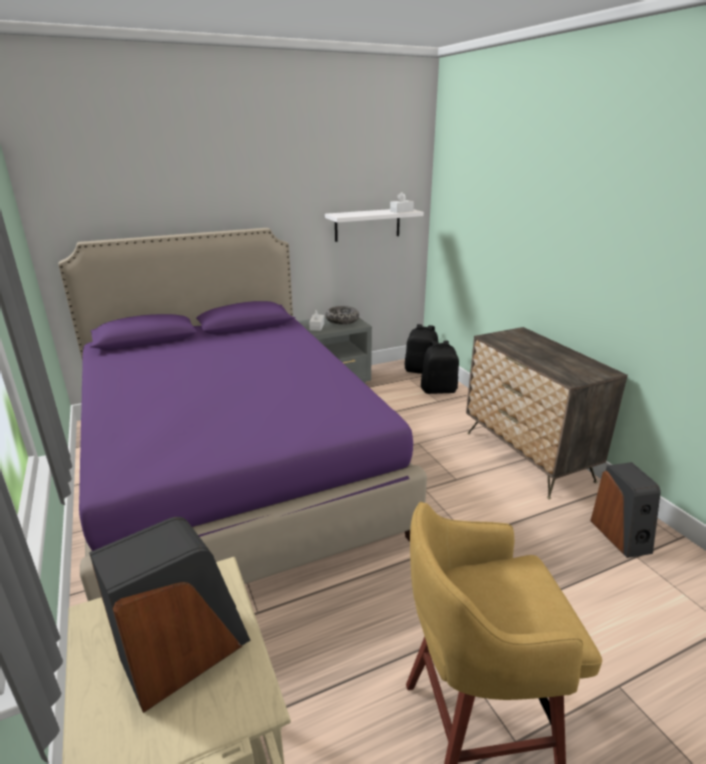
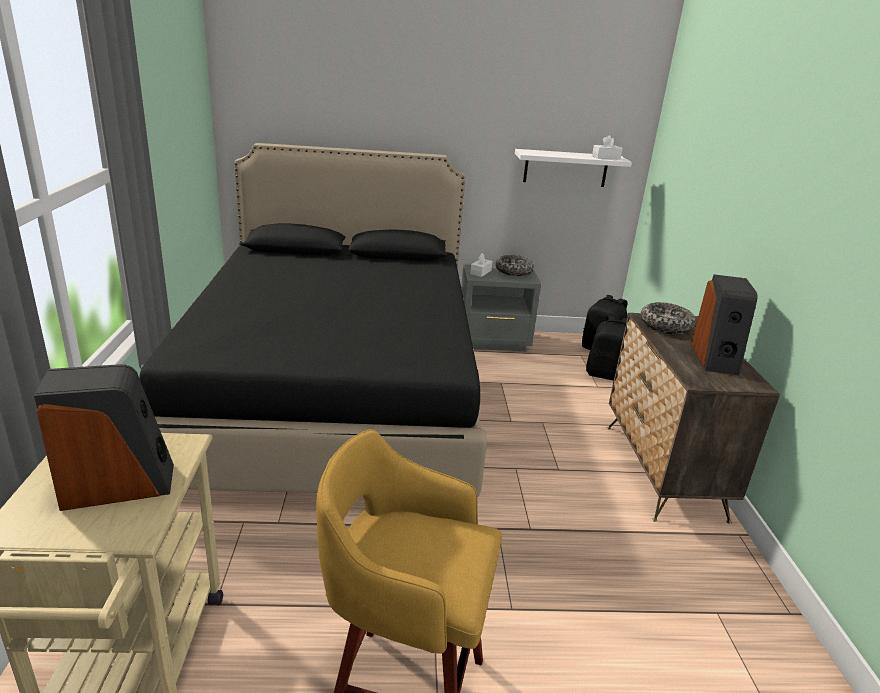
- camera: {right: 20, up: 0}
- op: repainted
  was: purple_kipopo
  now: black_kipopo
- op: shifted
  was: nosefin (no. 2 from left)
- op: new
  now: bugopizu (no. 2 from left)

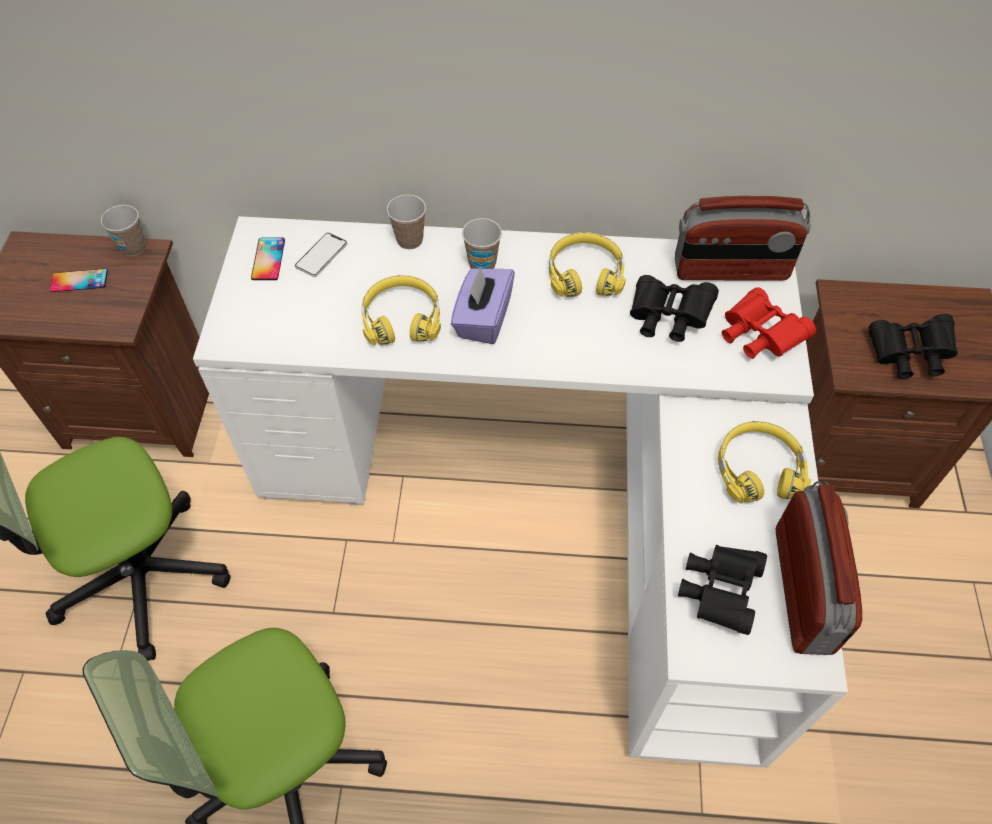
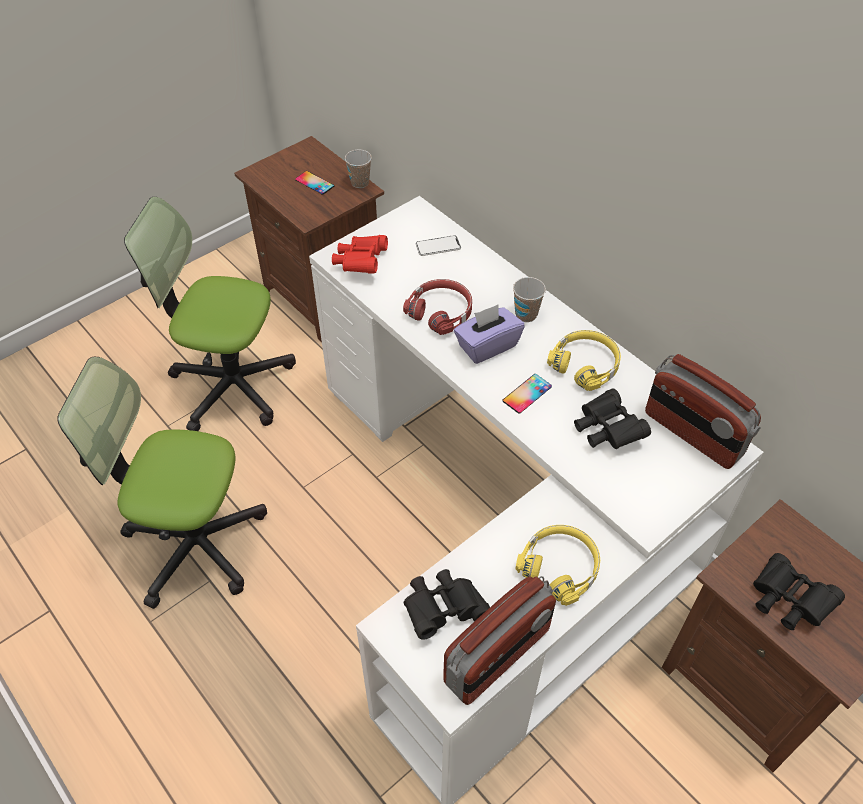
- camera: {right: 45, up: -5}
- op: shifted
  was: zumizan (no. 2 from left in the first image)
  now: zumizan (no. 3 from left)
- op: repainted
  was: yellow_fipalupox (no. 1 from left)
  now: red_fipalupox
- op: gone
  was: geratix (no. 2 from left)
- op: shifted
  was: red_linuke

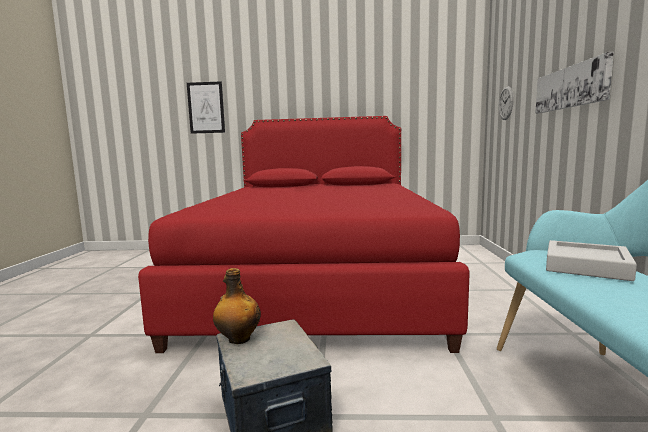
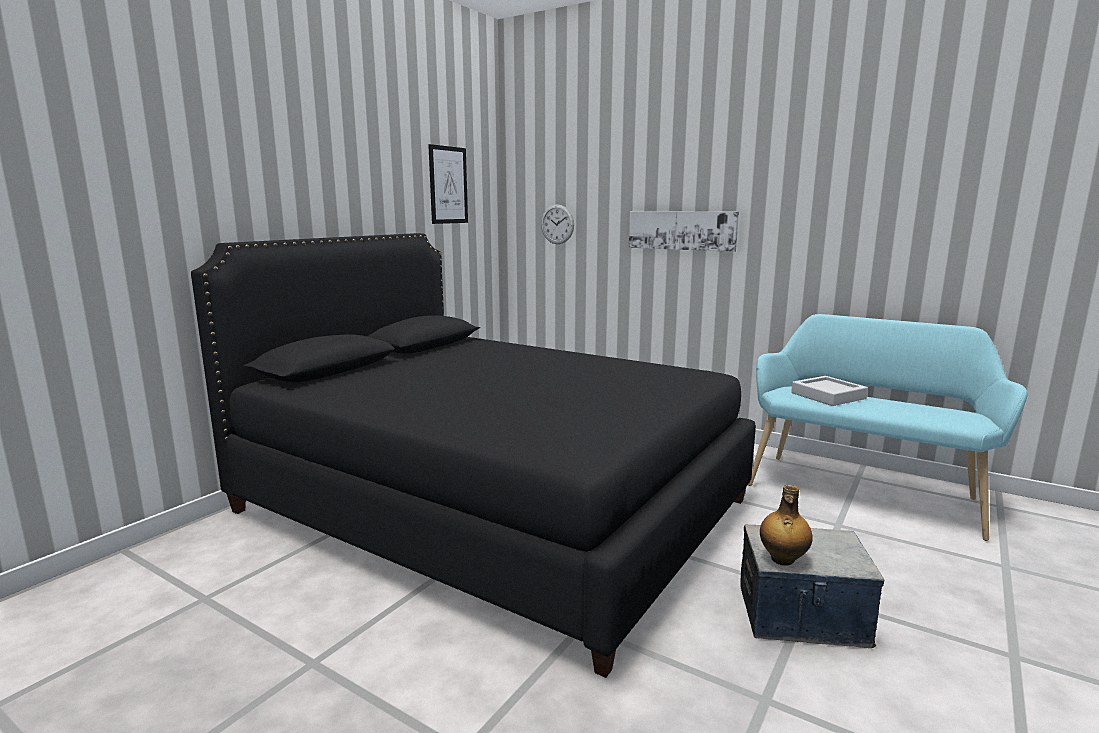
- camera: {right: -60, up: 5}
- op: repainted
  was: red_kipopo
  now: black_kipopo
- op: shifted
  was: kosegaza (no. 1 from left)

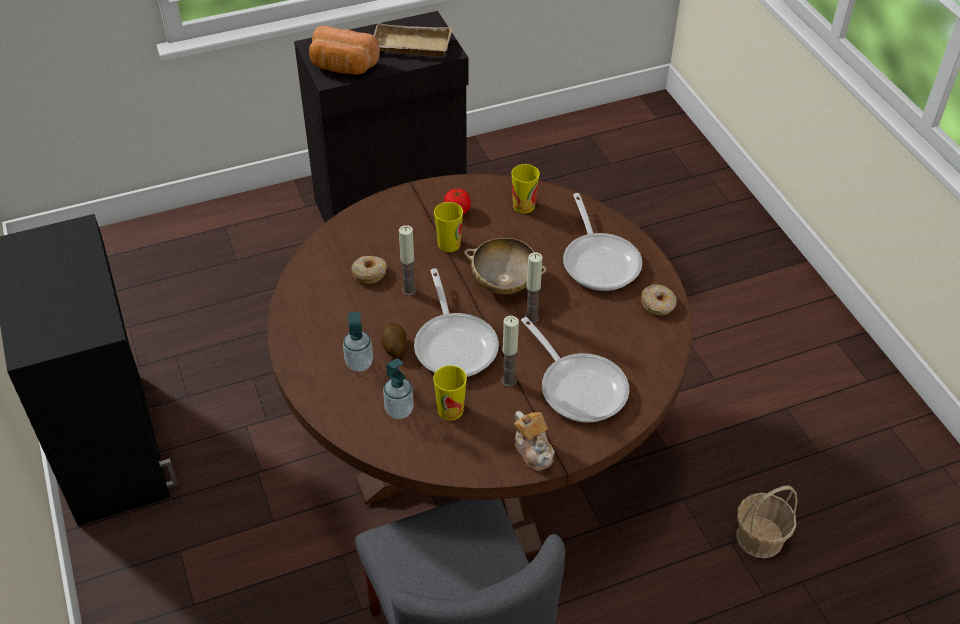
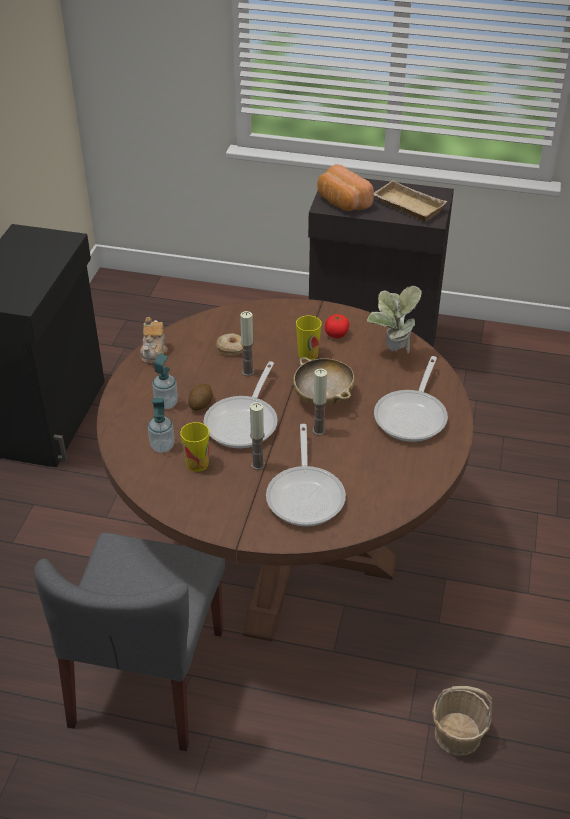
- camera: {right: 35, up: -5}
- op: swapped
  was: geratix (no. 3 from left)
  now: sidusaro
- op: shifted
  was: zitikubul
- op: gone
  was: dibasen (no. 2 from left)

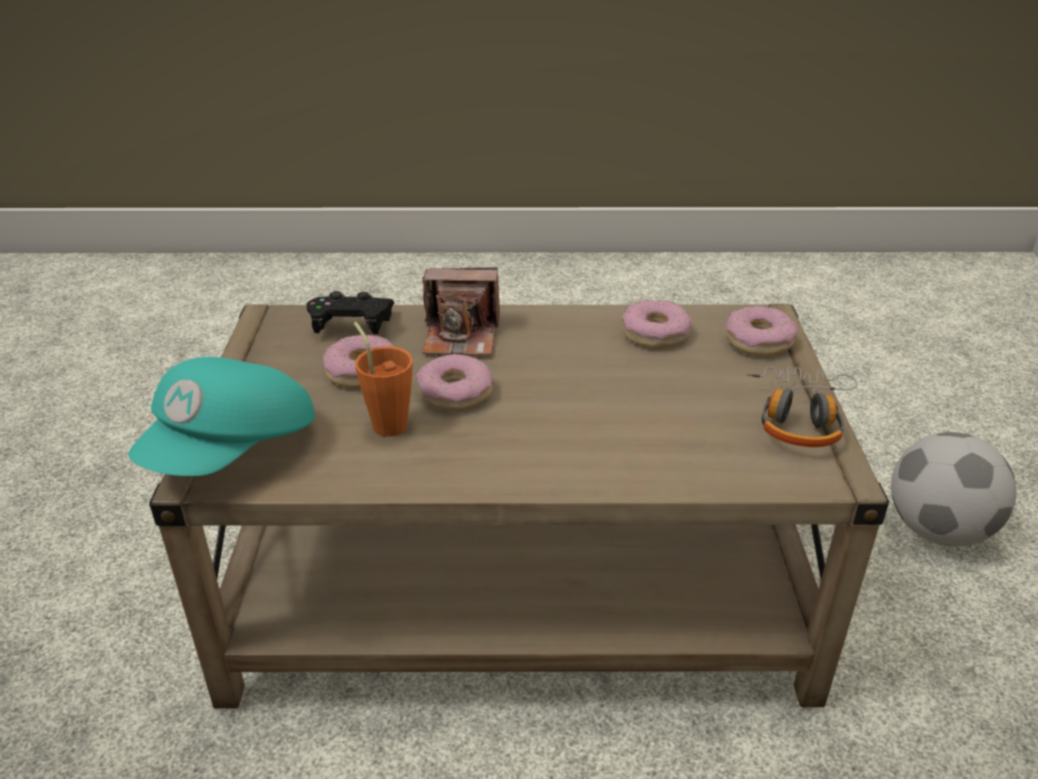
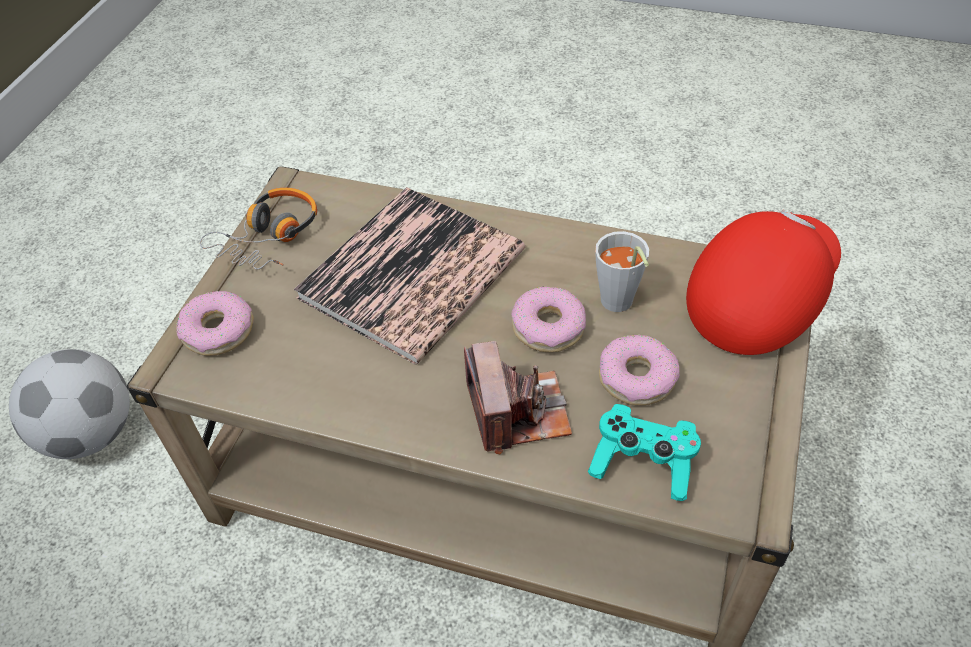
- camera: {right: -160, up: 15}
- op: repainted
  was: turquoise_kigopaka
  now: red_kigopaka
- op: repainted
  was: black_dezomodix
  now: turquoise_dezomodix
- op: repainted
  was: orange_geratix
  now: grey_geratix
- op: rotated
  was: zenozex
  clockwise: 60
- op: gone
  was: dibasen (no. 3 from left)
- op: new
  now: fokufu

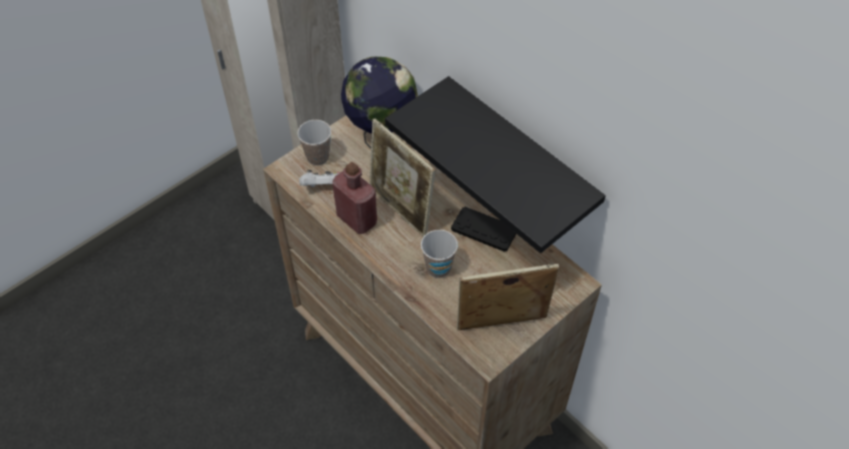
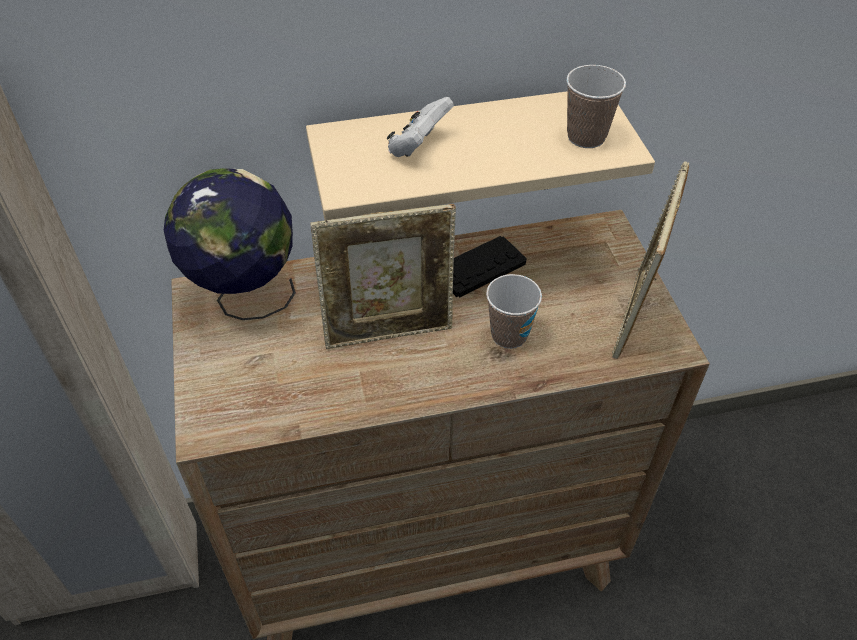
- camera: {right: -60, up: -5}
- op: shifted
  was: geratix (no. 1 from left in the first image)
  now: geratix (no. 2 from left)
- op: shifted
  was: white_dezomodix
- op: gone
  was: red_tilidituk
- op: repainted
  was: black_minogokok
  now: beige_minogokok

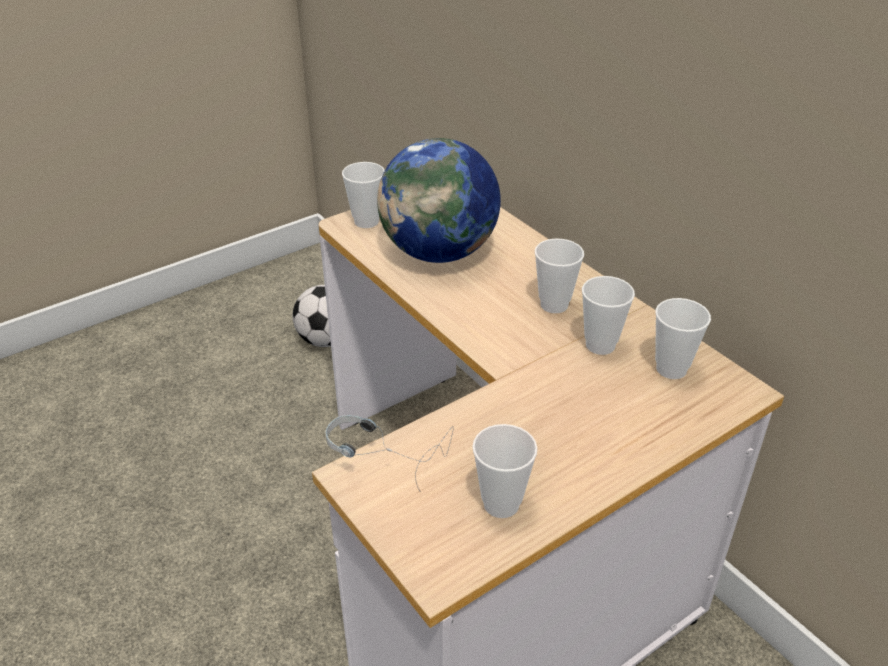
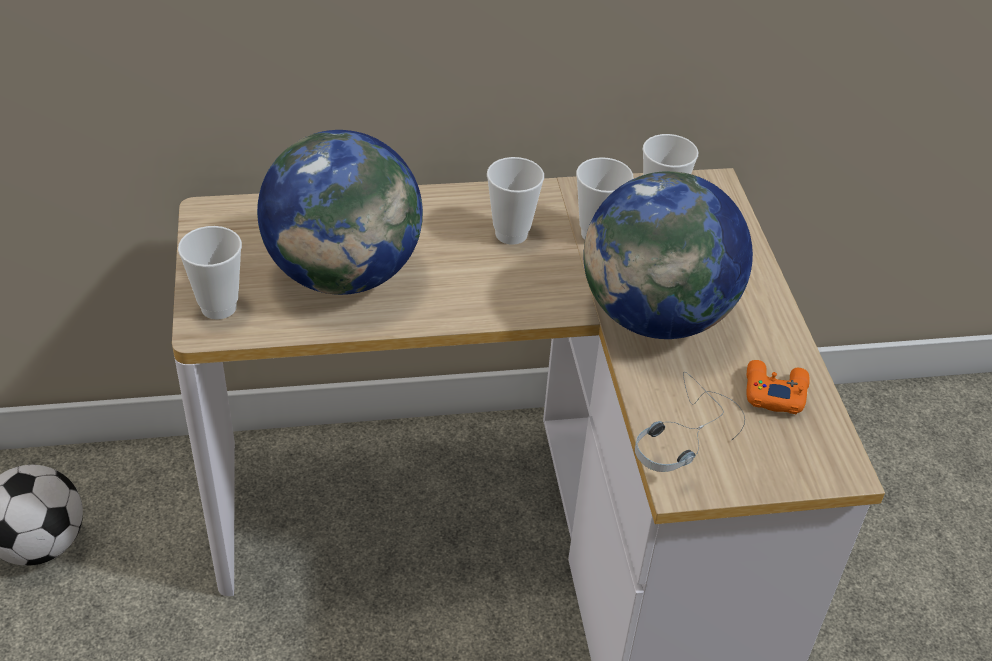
- camera: {right: -65, up: 5}
- op: swapped
  was: geratix (no. 2 from left)
  now: orange_dezomodix
- op: new
  now: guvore (no. 2 from left)

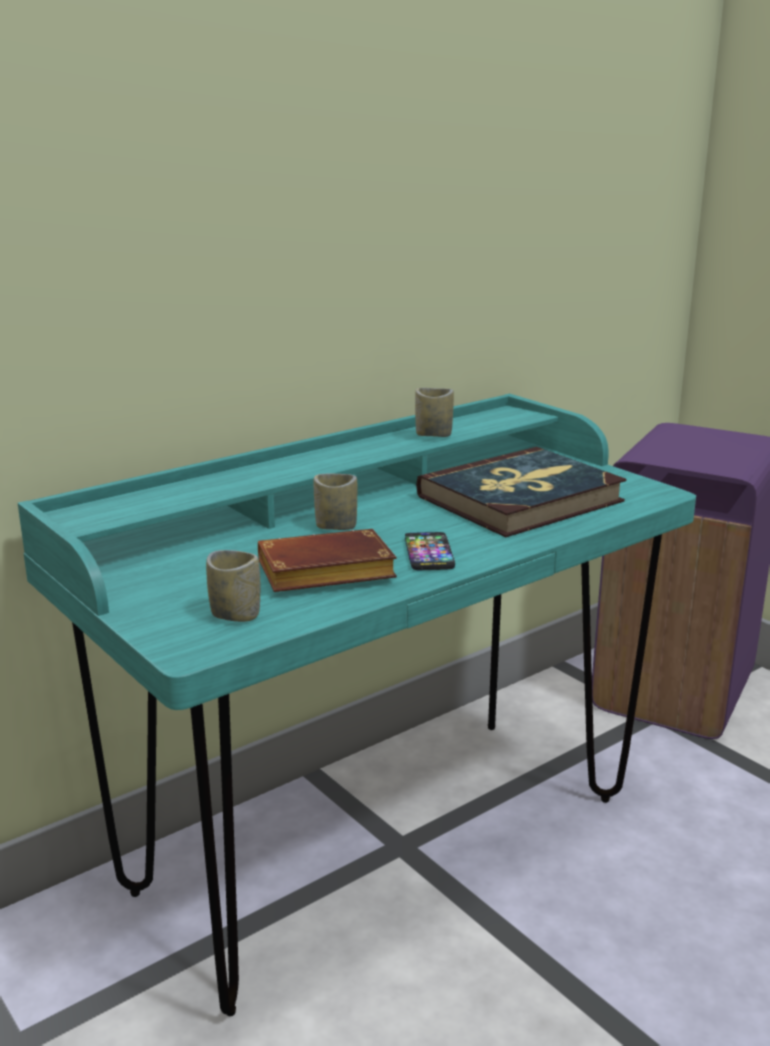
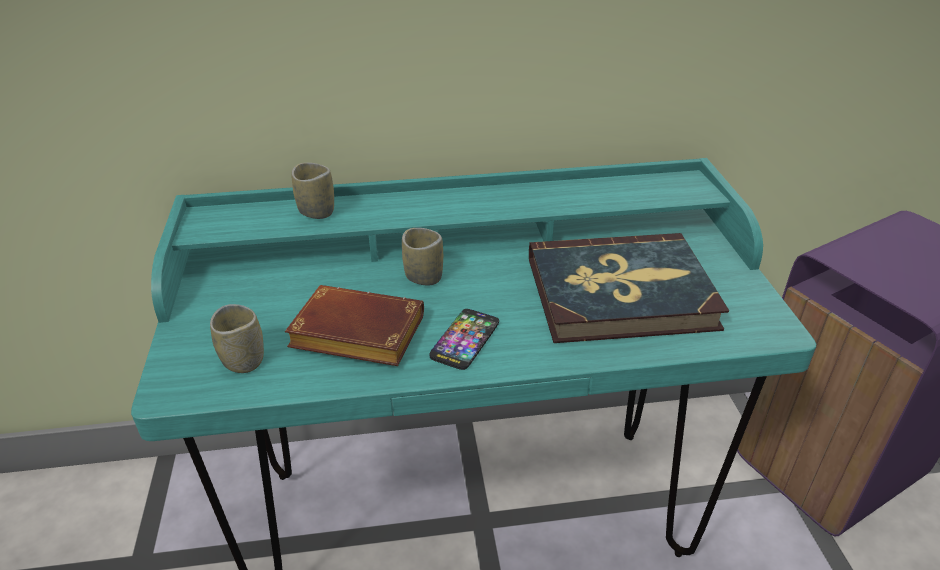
- camera: {right: 30, up: 15}
- op: shifted
  was: geratix (no. 3 from left in the first image)
  now: geratix (no. 2 from left)

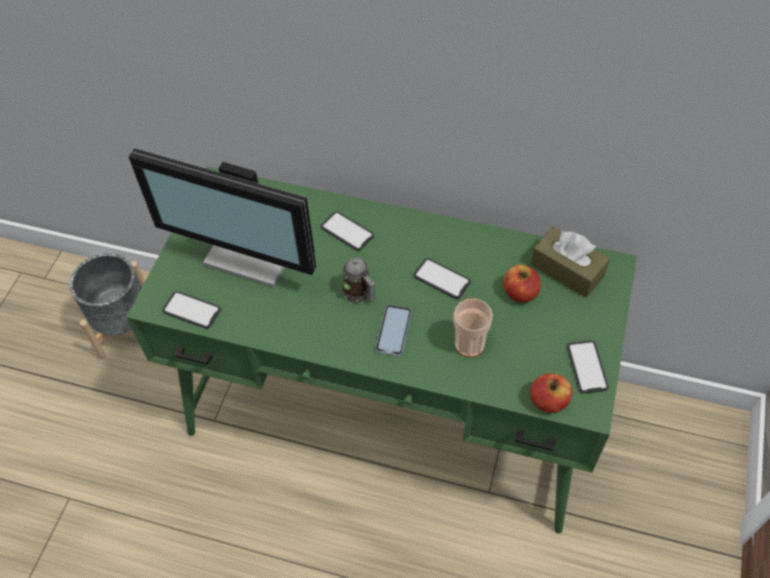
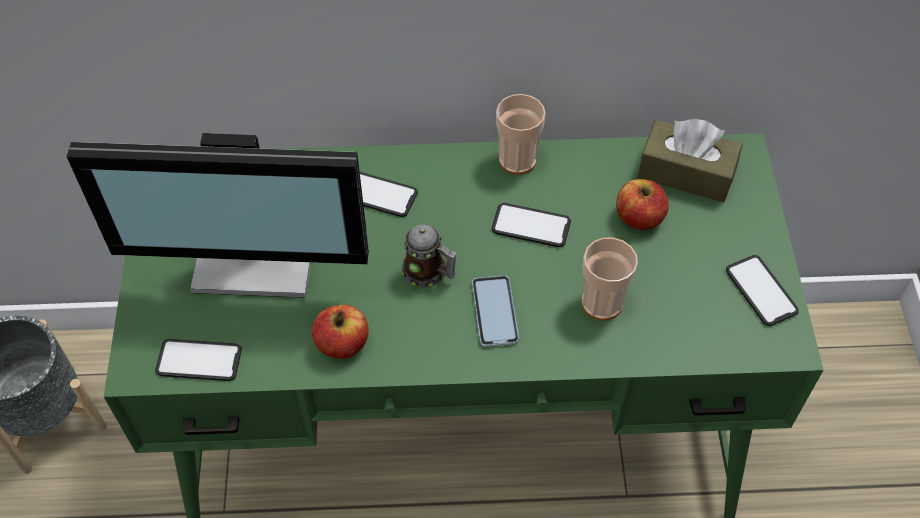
- camera: {right: -20, up: 0}
- op: shifted
  was: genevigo (no. 2 from left in the first image)
  now: genevigo (no. 1 from left)
- op: new
  now: geratix (no. 1 from left)

